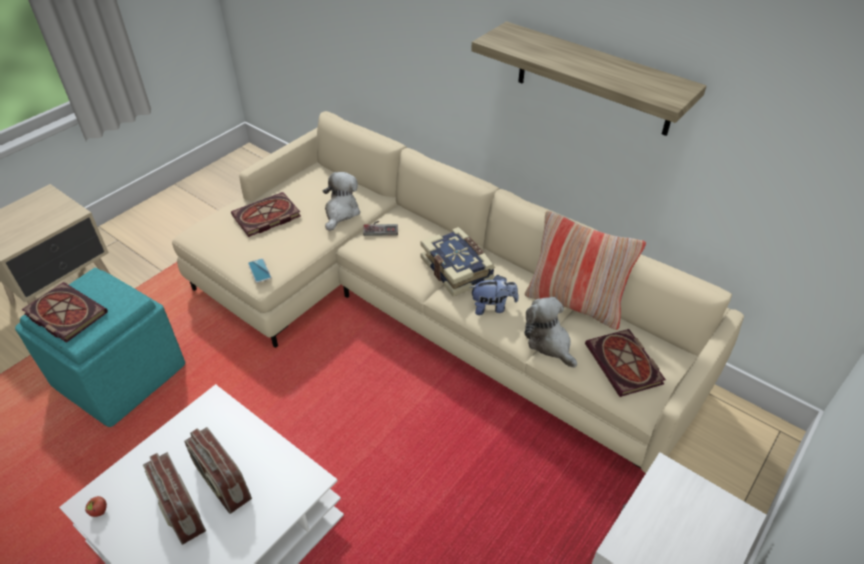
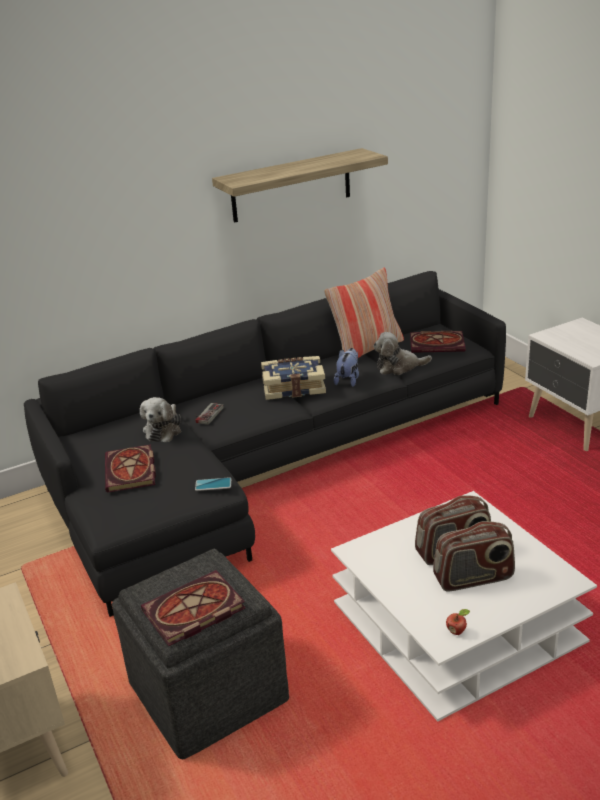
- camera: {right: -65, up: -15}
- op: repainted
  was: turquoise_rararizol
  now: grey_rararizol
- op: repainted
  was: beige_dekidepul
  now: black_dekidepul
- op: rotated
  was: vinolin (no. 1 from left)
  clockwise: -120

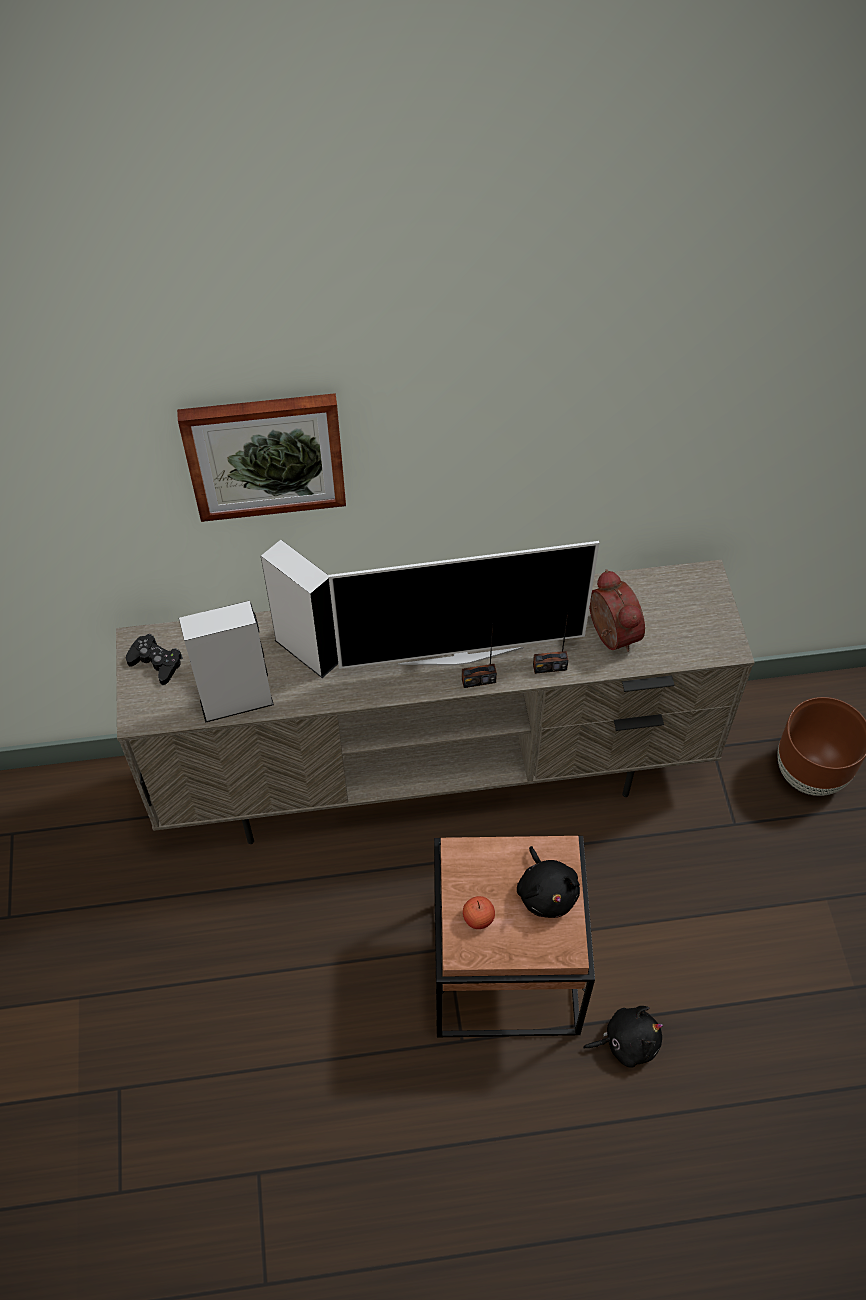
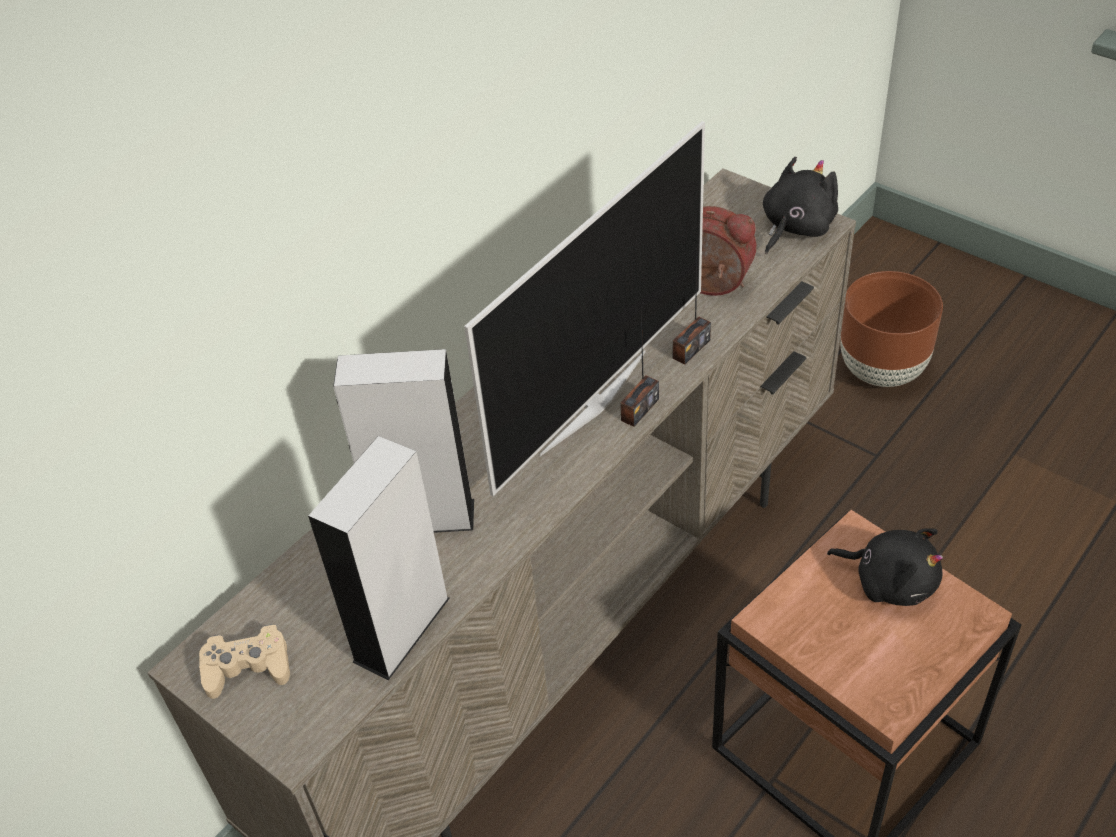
- camera: {right: -40, up: -10}
- op: repainted
  was: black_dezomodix
  now: beige_dezomodix
- op: gone
  was: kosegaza
- op: gone
  was: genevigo
- op: shifted
  was: black_vinolin (no. 2 from left in the first image)
  now: black_vinolin (no. 1 from left)

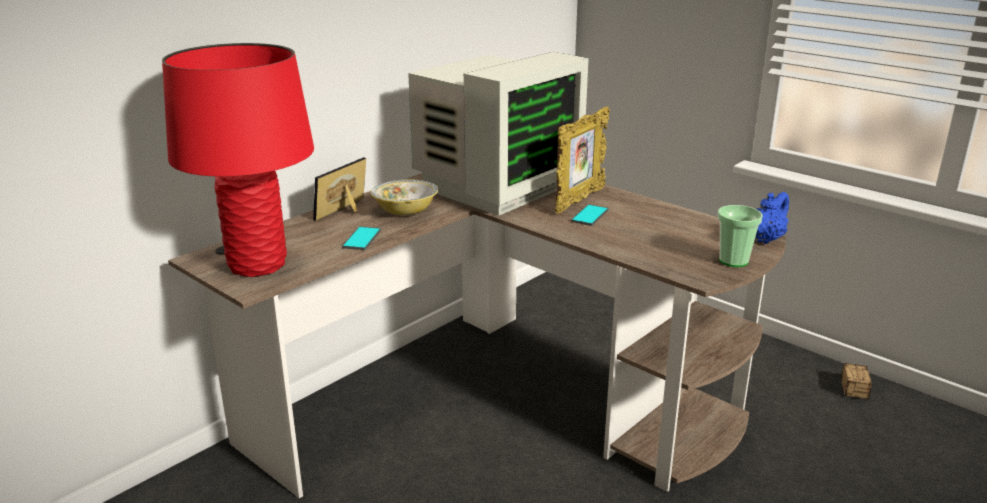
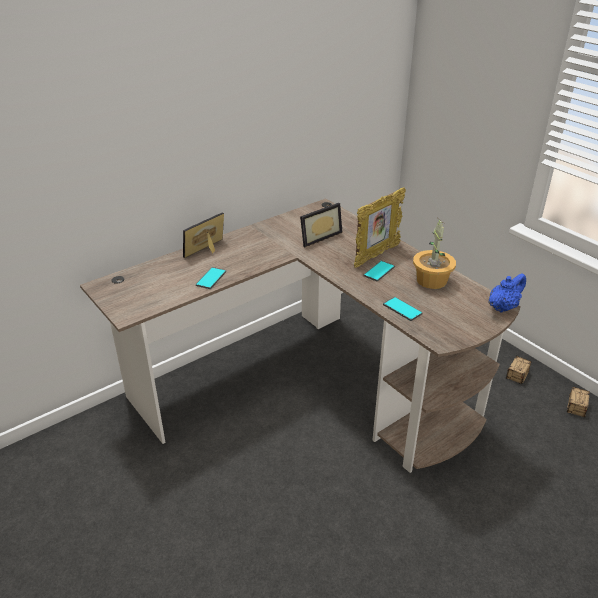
- camera: {right: 10, up: 10}
- op: gone
  was: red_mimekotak
- op: gone
  was: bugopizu
- op: swapped
  was: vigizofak
  now: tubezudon (no. 2 from left)
- op: gone
  was: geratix
- op: new
  now: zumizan (no. 3 from left)
- op: new
  now: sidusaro
- op: new
  now: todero (no. 1 from left)

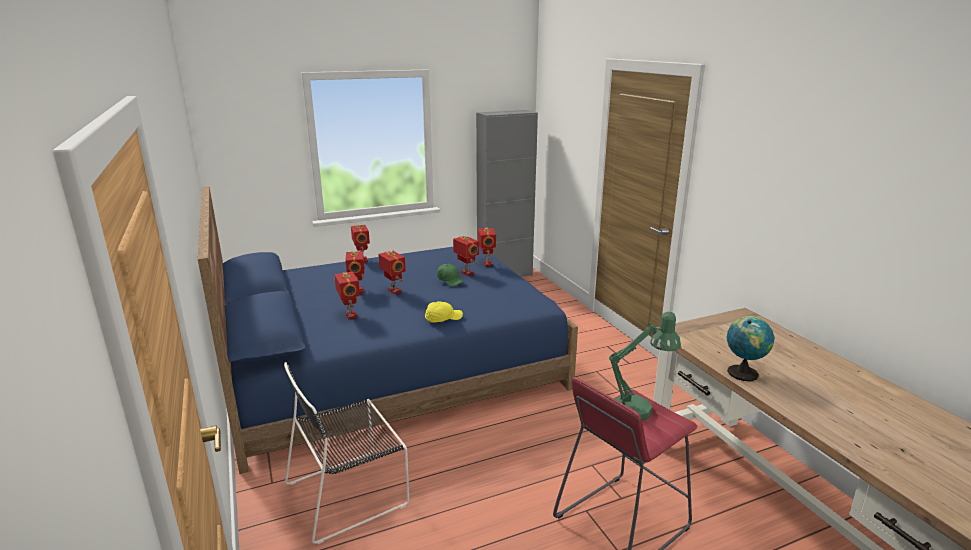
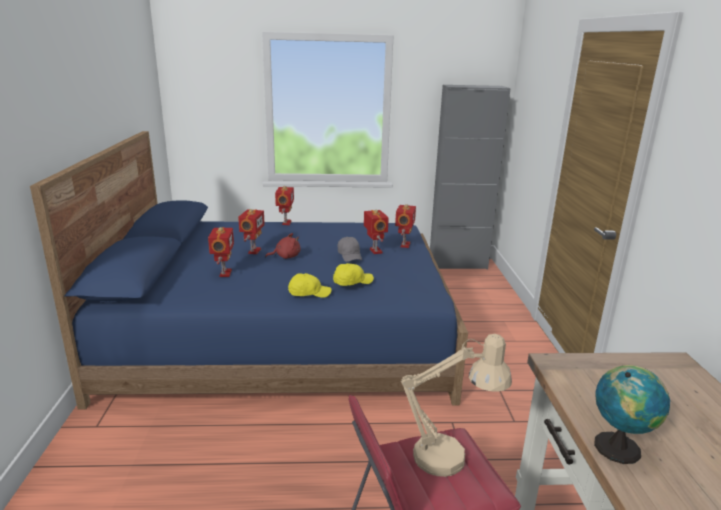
- camera: {right: 20, up: 0}
- op: gone
  was: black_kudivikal
- op: swapped
  was: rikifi (no. 4 from left)
  now: red_vinolin
- op: repainted
  was: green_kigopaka
  now: grey_kigopaka
- op: repainted
  was: green_mimekotak
  now: beige_mimekotak
- op: new
  now: yellow_kigopaka (no. 2 from left)

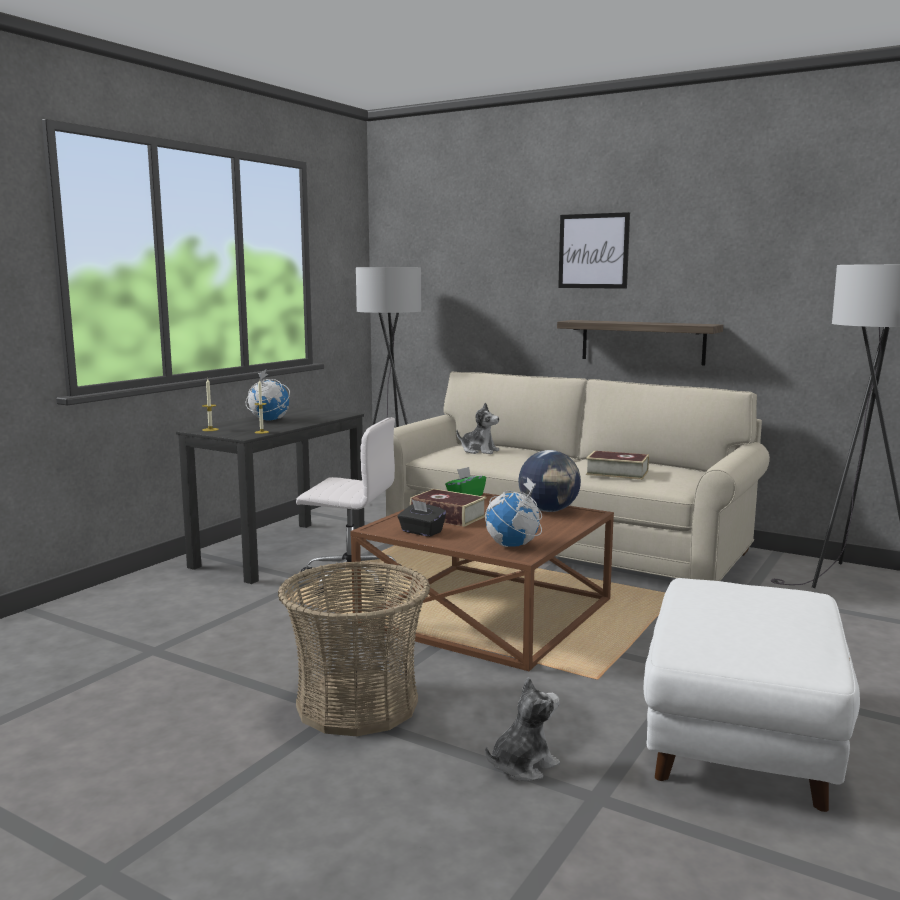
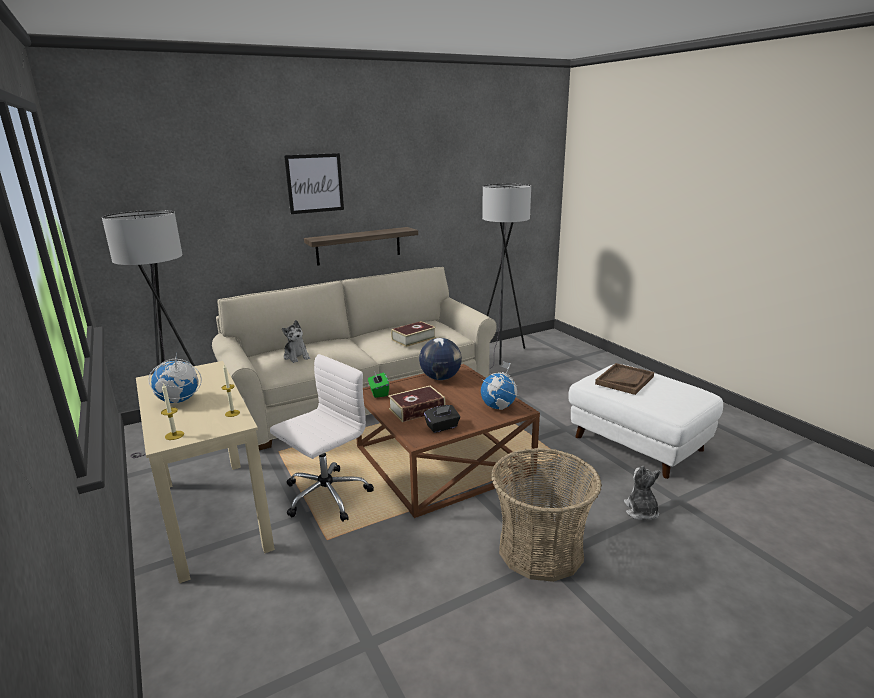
- camera: {right: -60, up: 10}
- op: repainted
  was: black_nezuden
  now: beige_nezuden
- op: rotated
  was: vinolin (no. 1 from left)
  clockwise: 90
- op: new
  now: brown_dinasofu

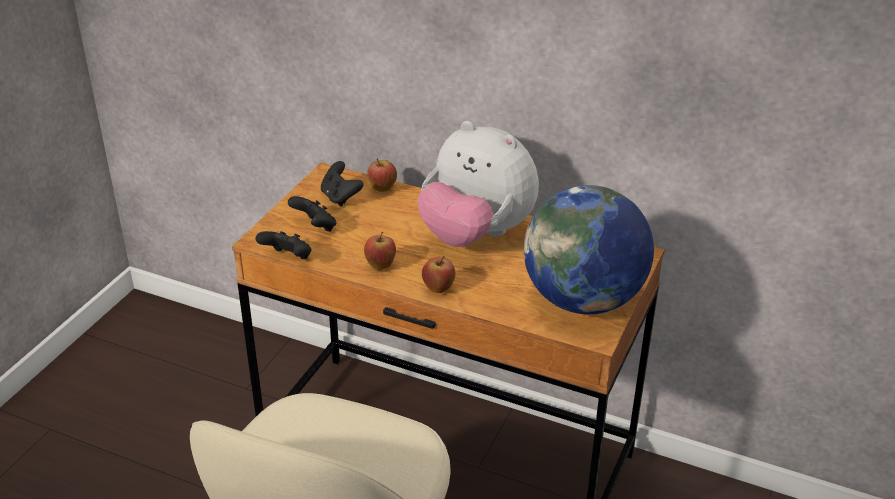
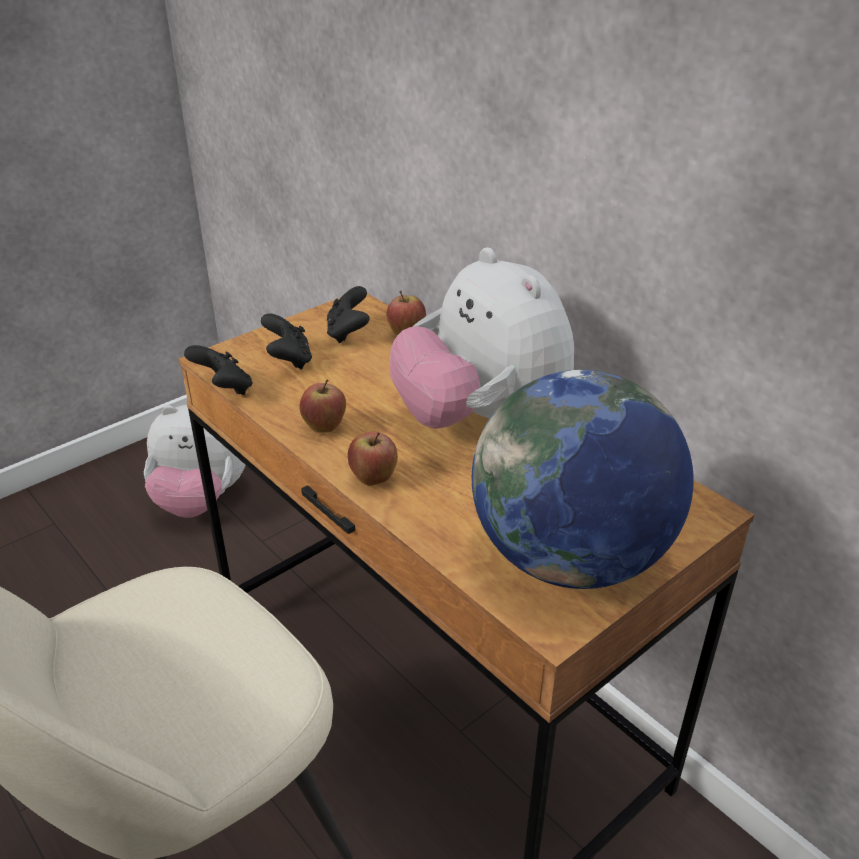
- camera: {right: 25, up: 0}
- op: new
  now: vinolin (no. 1 from left)

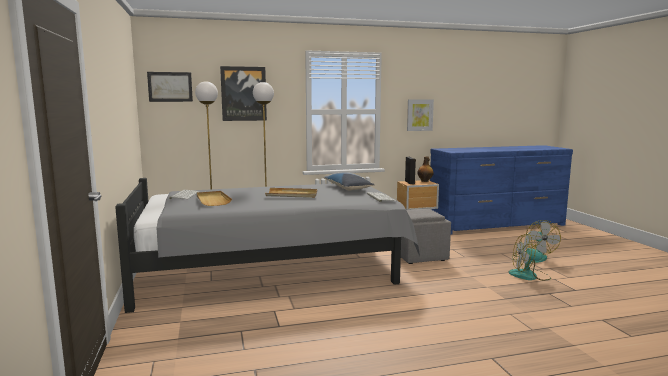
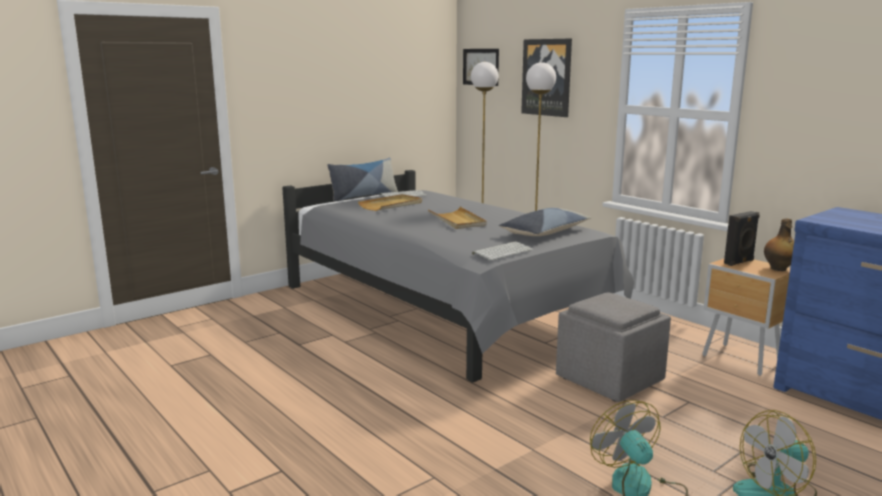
- camera: {right: 65, up: 5}
- op: gone
  was: kosegaza (no. 3 from left)
- op: new
  now: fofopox (no. 1 from left)

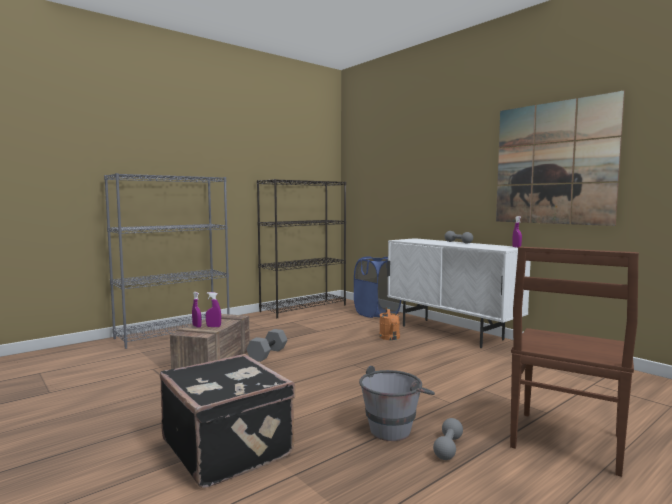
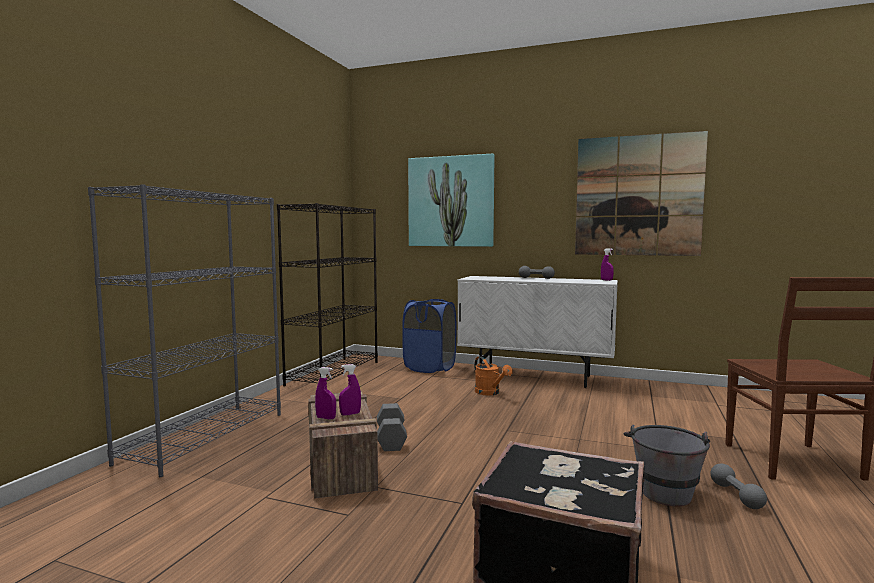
- camera: {right: -30, up: 0}
- op: new
  now: kosegaza (no. 1 from left)

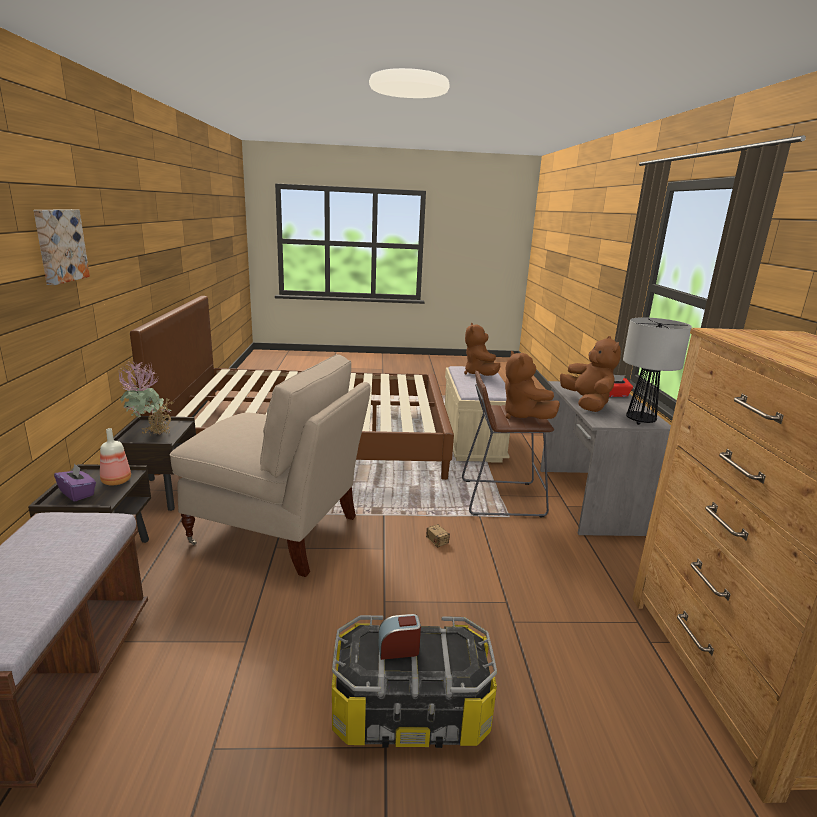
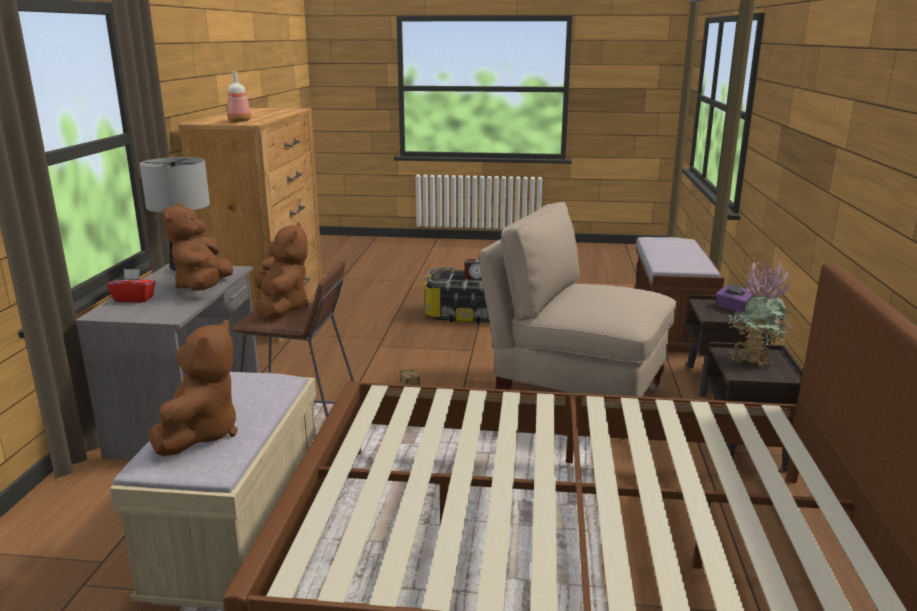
- camera: {right: -170, up: 0}
- op: gone
  was: kosegaza
- op: shifted
  was: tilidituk

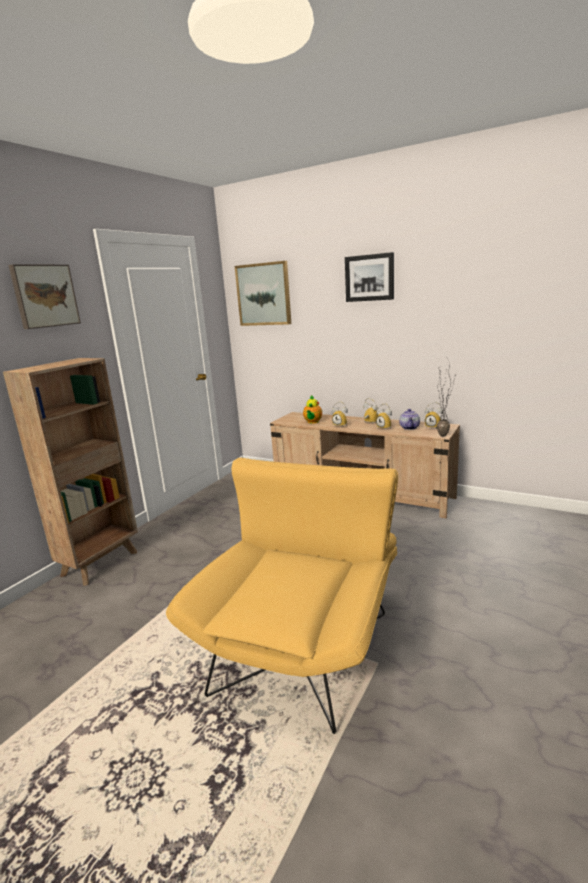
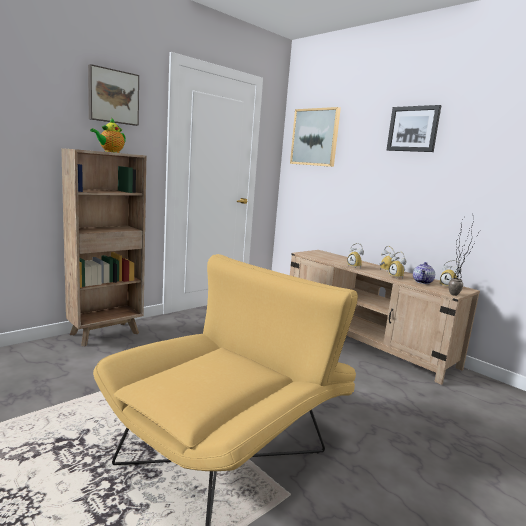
- camera: {right: 15, up: -5}
- op: shifted
  was: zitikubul (no. 1 from left)

